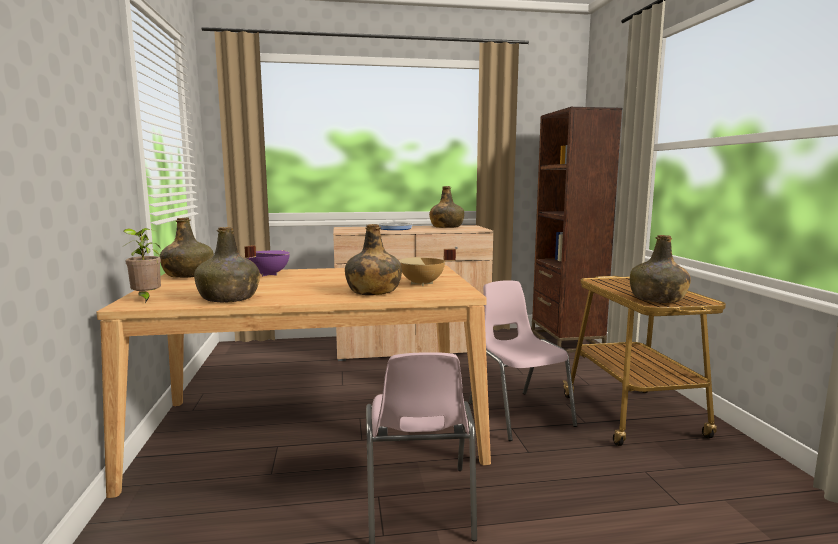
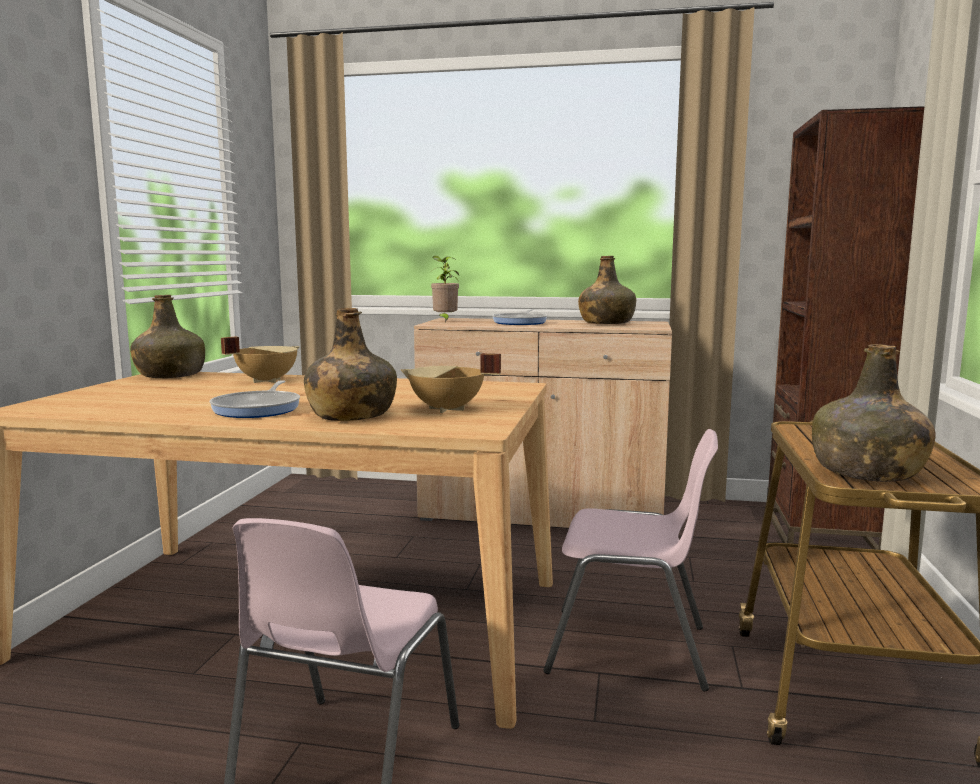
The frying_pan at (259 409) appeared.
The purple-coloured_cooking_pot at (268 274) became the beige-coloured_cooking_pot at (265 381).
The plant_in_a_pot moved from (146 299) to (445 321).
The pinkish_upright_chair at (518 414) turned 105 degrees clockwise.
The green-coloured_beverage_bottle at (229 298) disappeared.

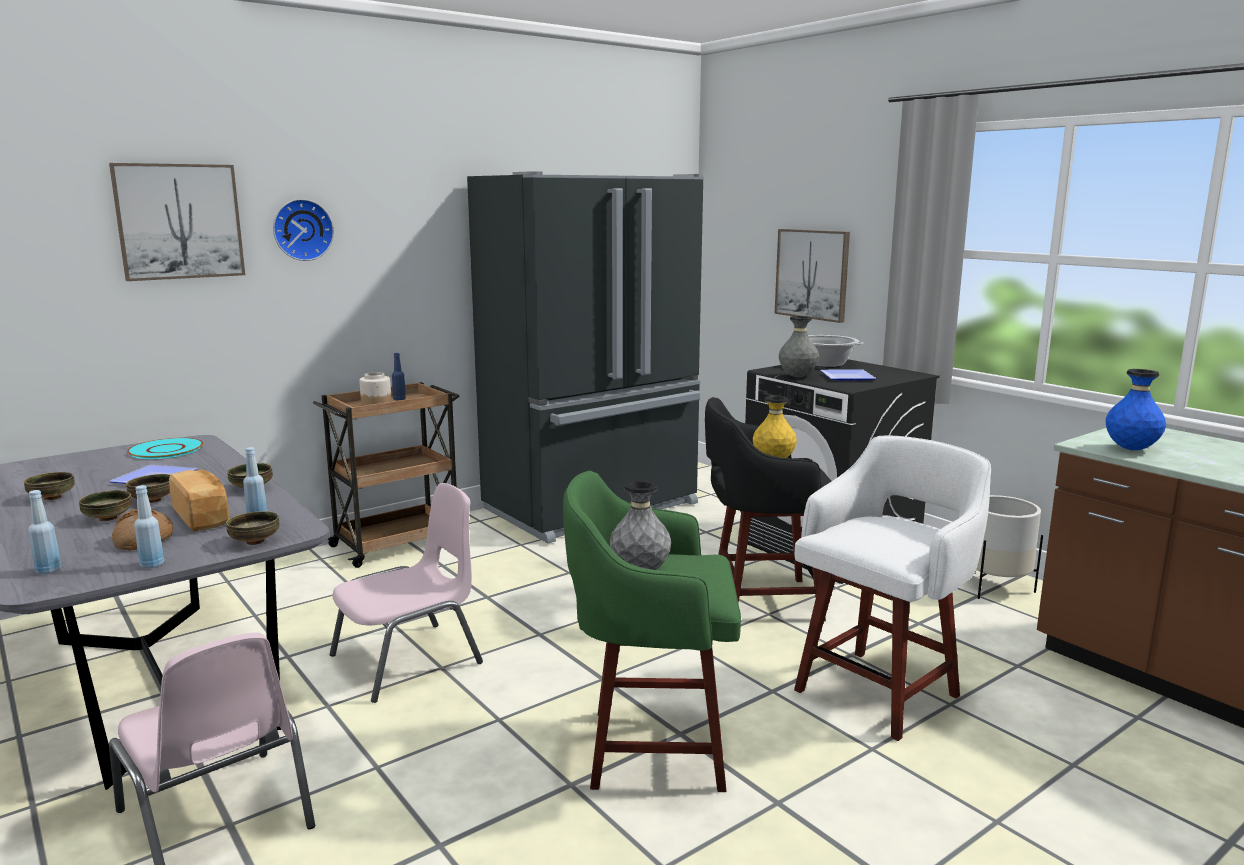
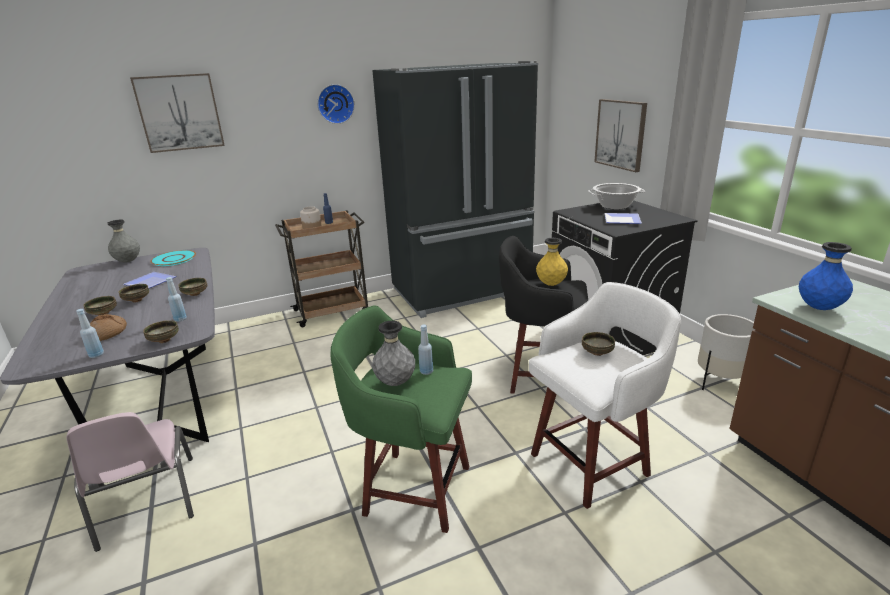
The grey_decorative_vase moved from (797 377) to (128 261).
The clock_on_the_wall moved from (302 229) to (335 104).
The blue-coloured_beverage_bottle moved from (48 571) to (426 371).
The serving_bowl moved from (51 498) to (597 353).
The baked_bread at (203 517) disappeared.
The pinkish_upright_chair at (409 660) disappeared.

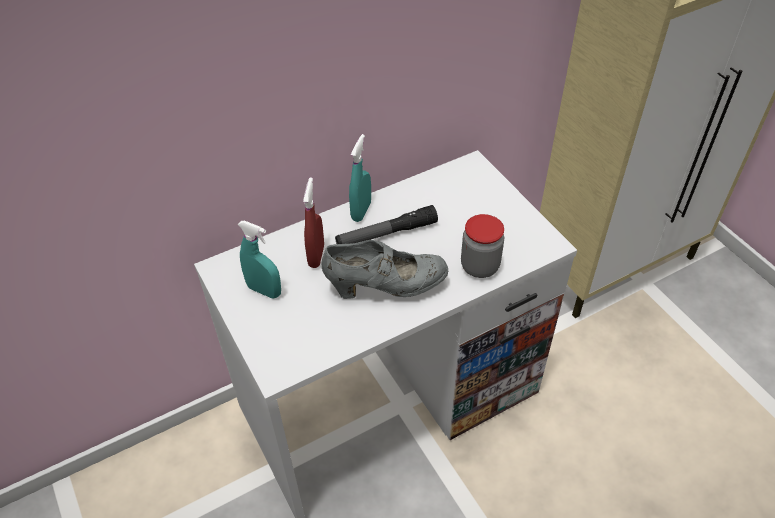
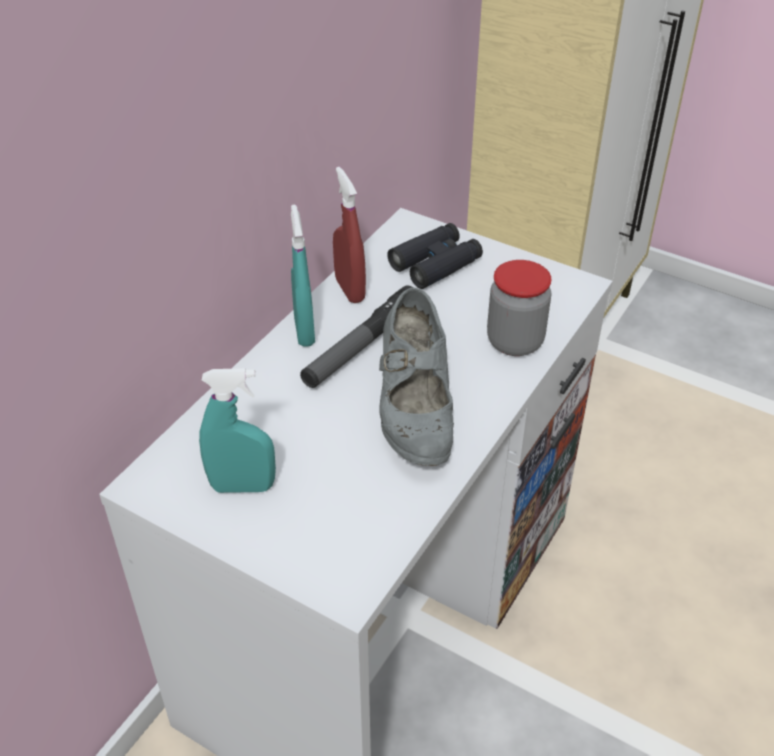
The red_sprayer moved from (316 256) to (350 290).
The grey_low_shoe at (386 287) turned 120 degrees clockwise.
The black-coloured_binoculars at (435 264) appeared.

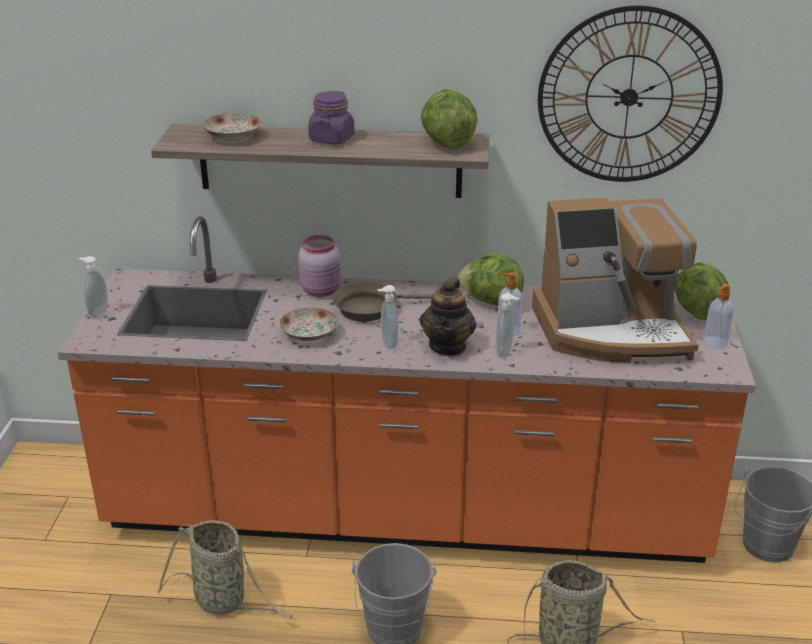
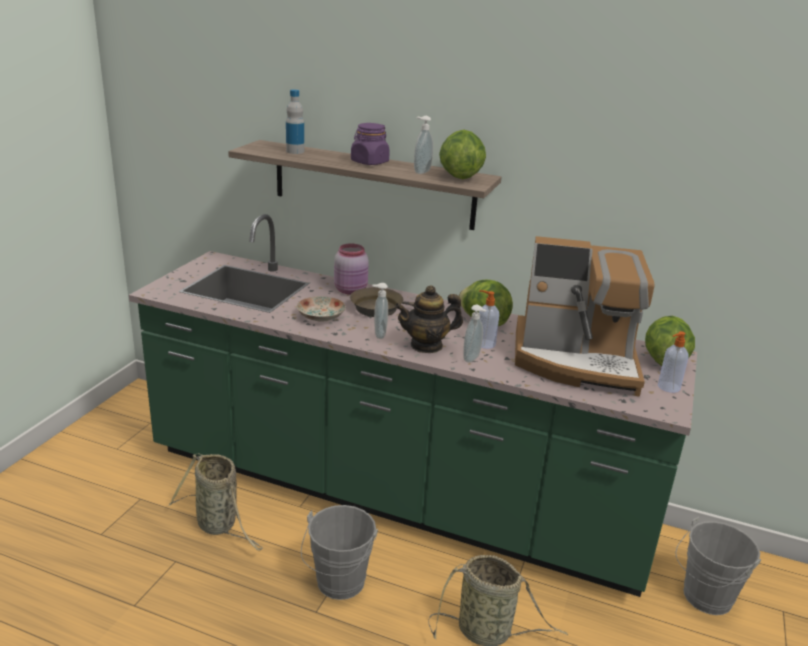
The orangey_kitchen_counter at (406 515) became the green-coloured_kitchen_counter at (393 494).
The flat_dish at (232 137) was replaced by the beverage_bottle at (295 151).
The pot_for_tea at (448 346) turned 45 degrees clockwise.
The soap_dispenser moved from (97 312) to (421 172).
The clock_on_the_wall at (629 97) disappeared.

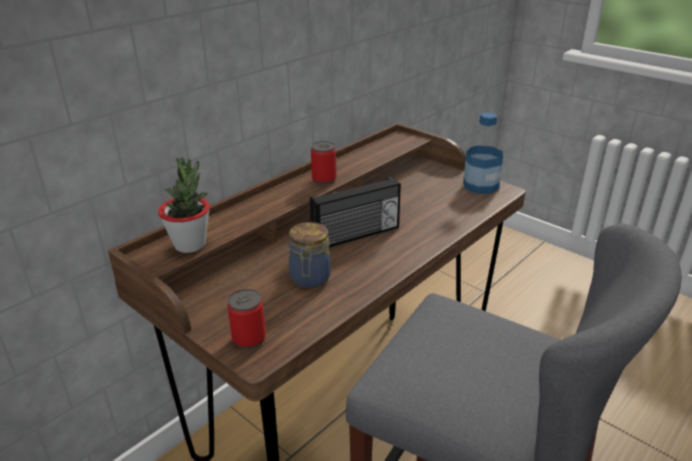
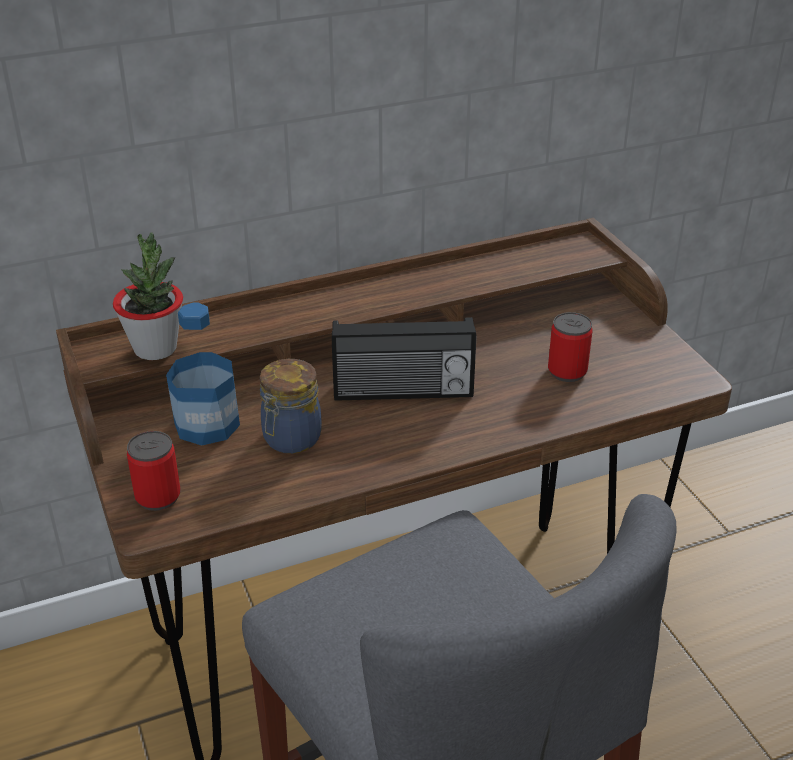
The beverage_bottle moved from (480 185) to (207 424).
The can moved from (324 179) to (567 371).

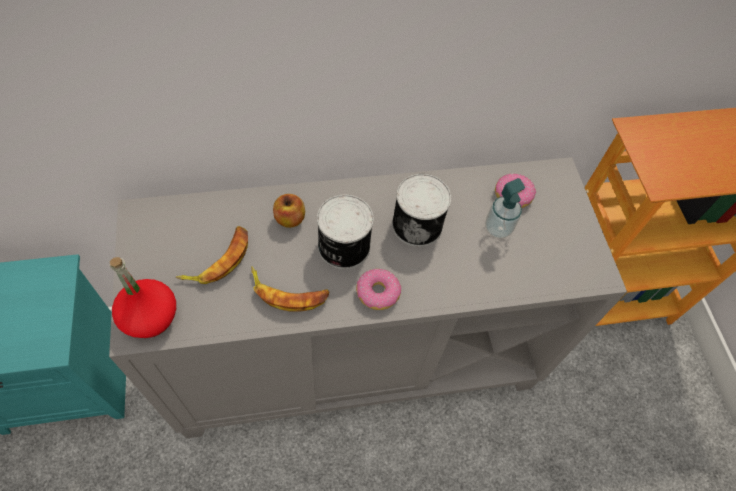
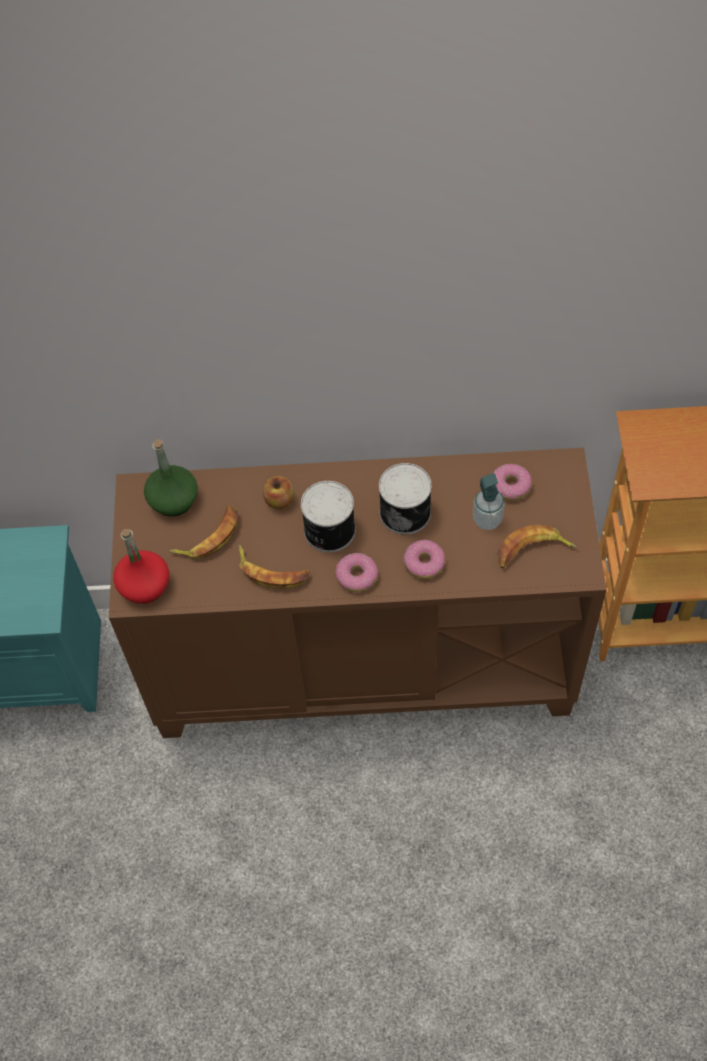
The grey_cabinet at (356 355) became the brown-coloured_cabinet at (363 662).
The green-coloured_beverage_bottle at (173 500) appeared.
The doughnut at (424 563) appeared.
The banana at (532 551) appeared.

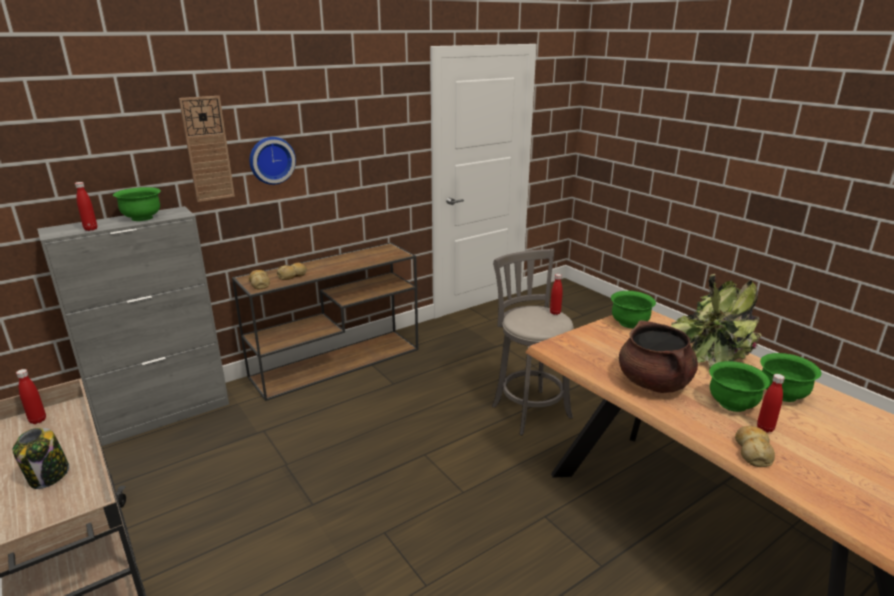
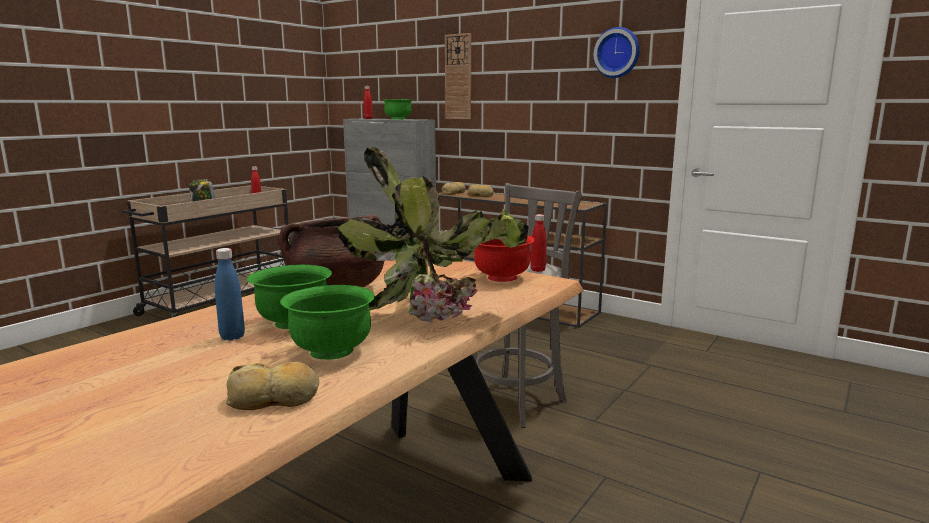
The red_beverage_bottle at (765 428) became the blue-coloured_beverage_bottle at (232 337).
The baked_bread moved from (753 451) to (274 399).
The green-coloured_serving_bowl at (629 324) became the red_serving_bowl at (501 277).
The clock_on_the_wall moved from (271 160) to (617 53).

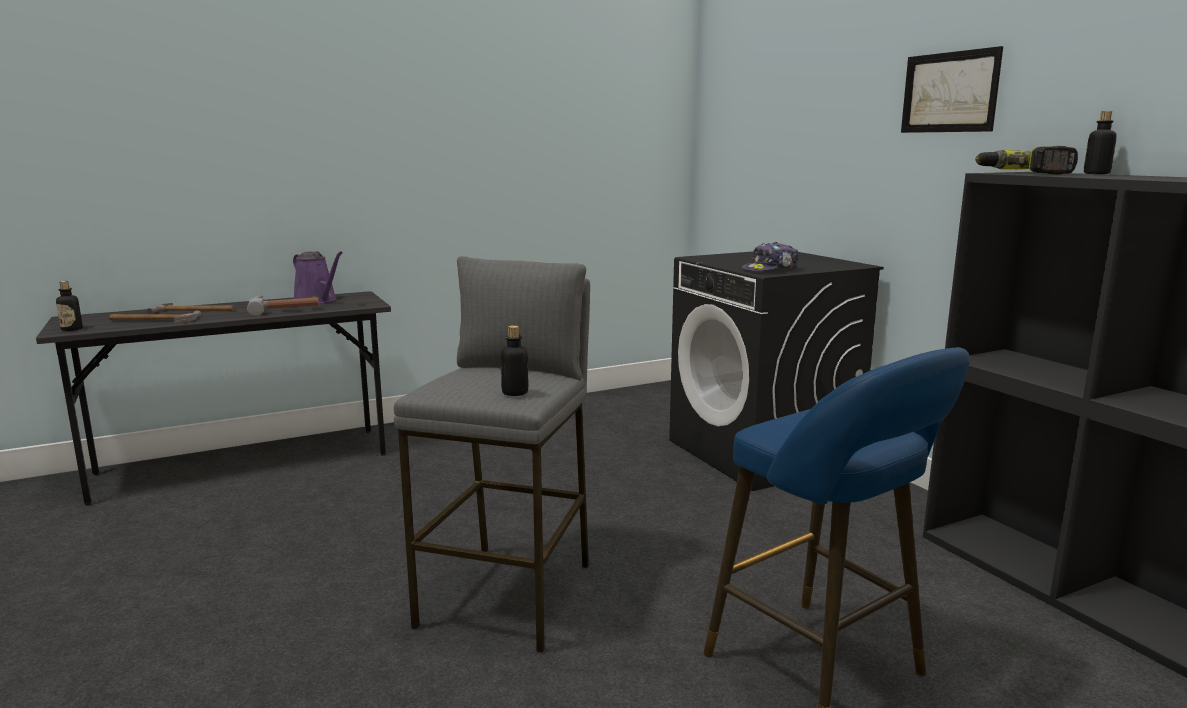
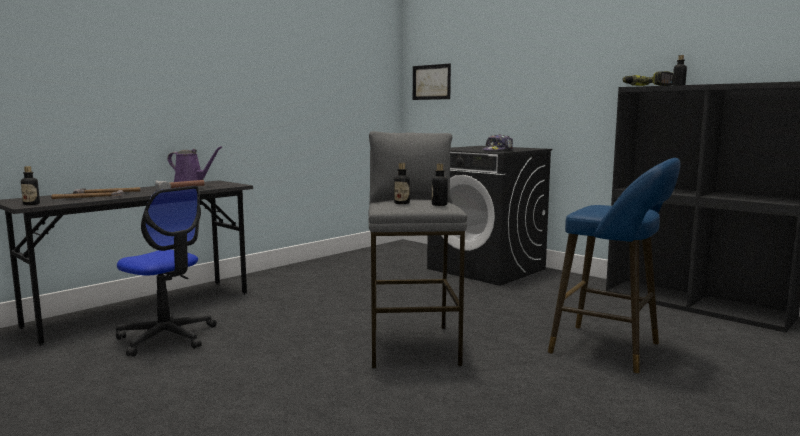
The office_chair at (167 337) appeared.
The beverage_bottle at (401 203) appeared.
The wall_art moved from (949 92) to (431 82).

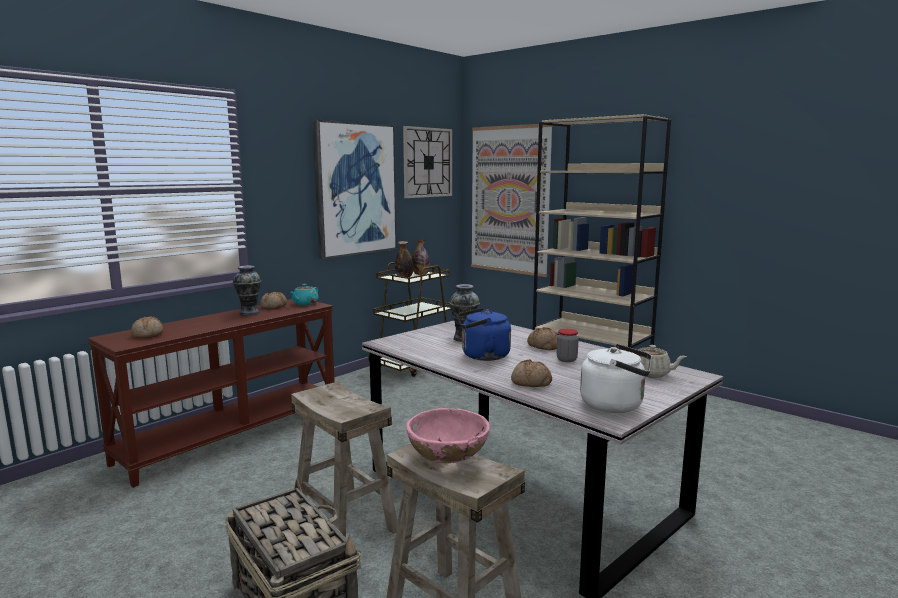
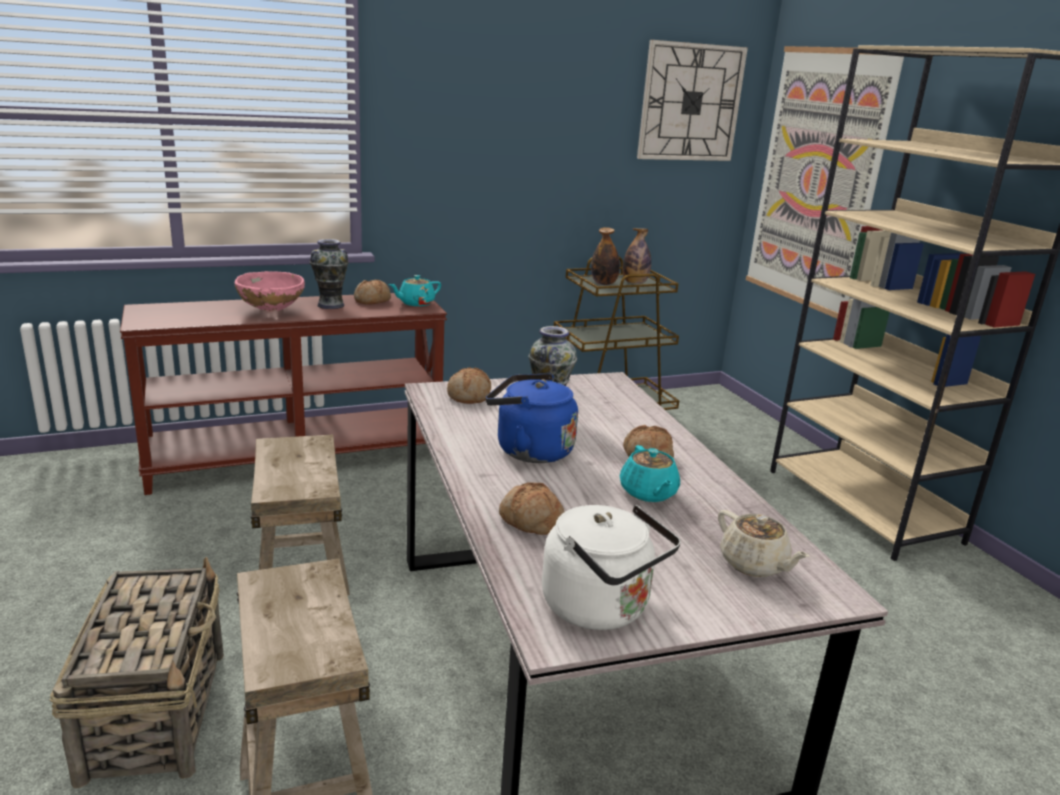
The pinkish_serving_bowl moved from (448 461) to (271 311).
The baked_bread moved from (148 334) to (470 395).
The preserve_jar at (566 359) was replaced by the turquoise_pot_for_tea at (648 493).
The wall_art at (355 189) disappeared.

